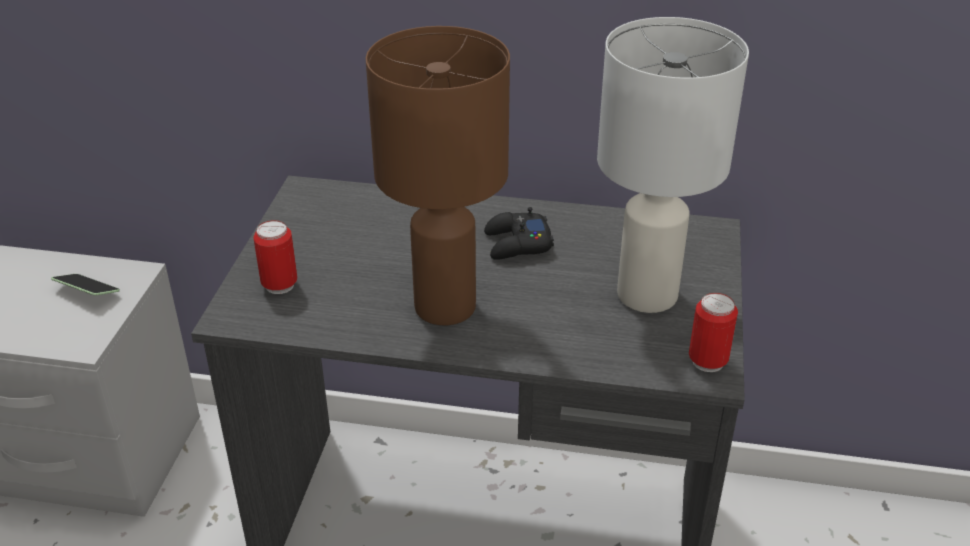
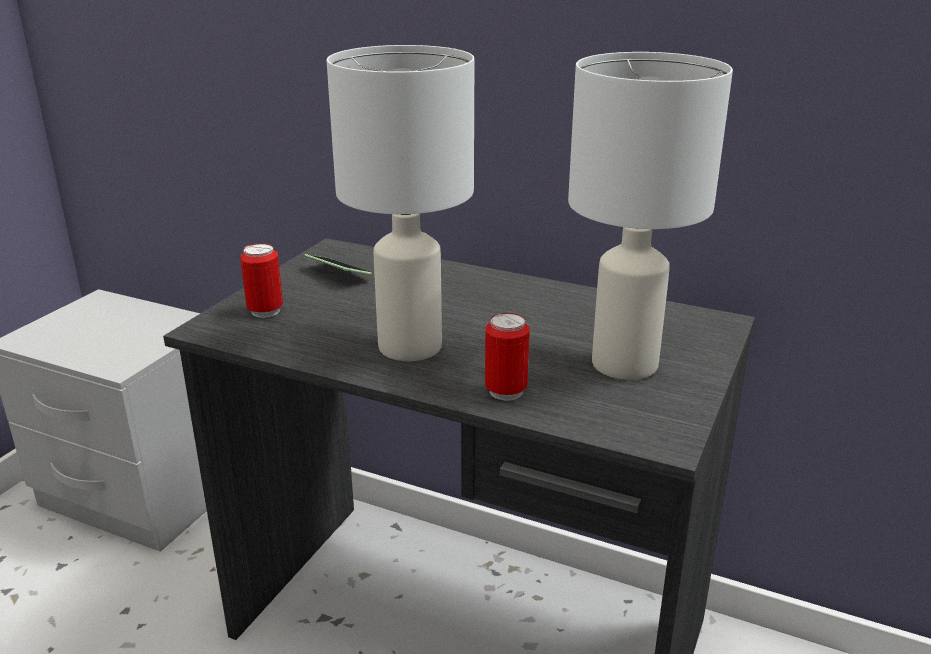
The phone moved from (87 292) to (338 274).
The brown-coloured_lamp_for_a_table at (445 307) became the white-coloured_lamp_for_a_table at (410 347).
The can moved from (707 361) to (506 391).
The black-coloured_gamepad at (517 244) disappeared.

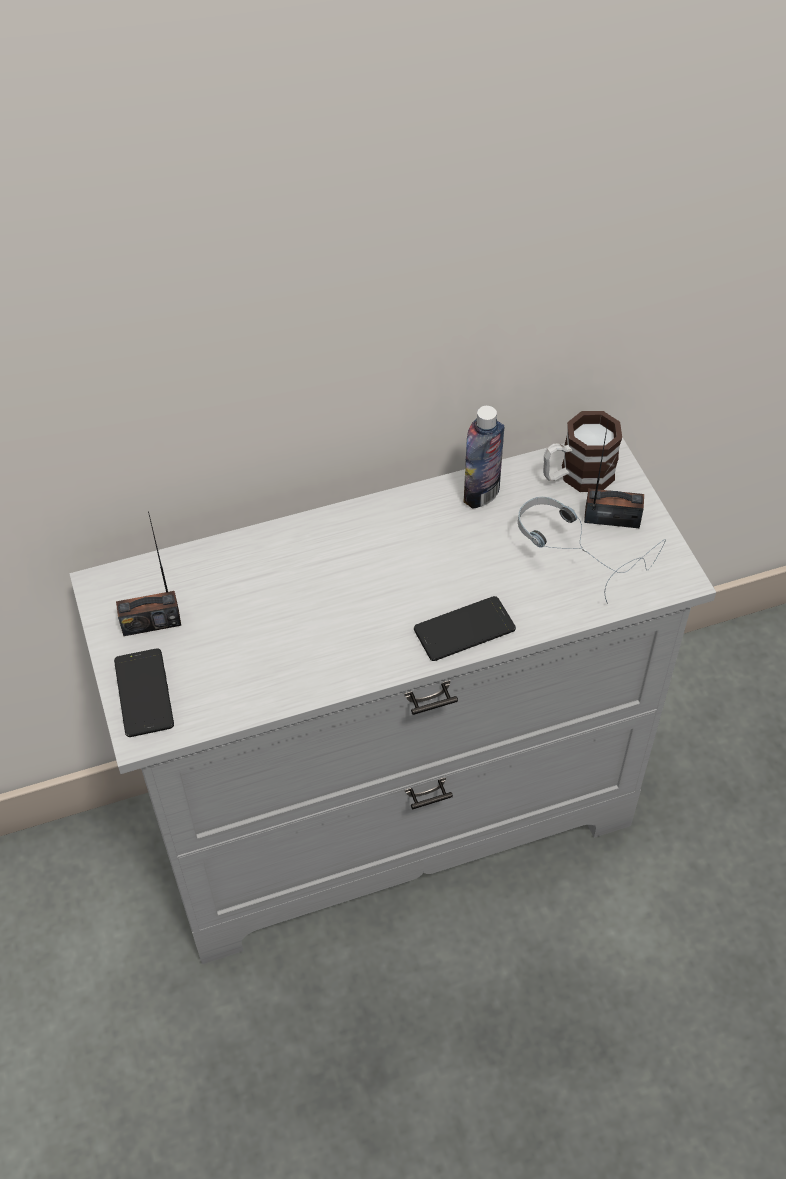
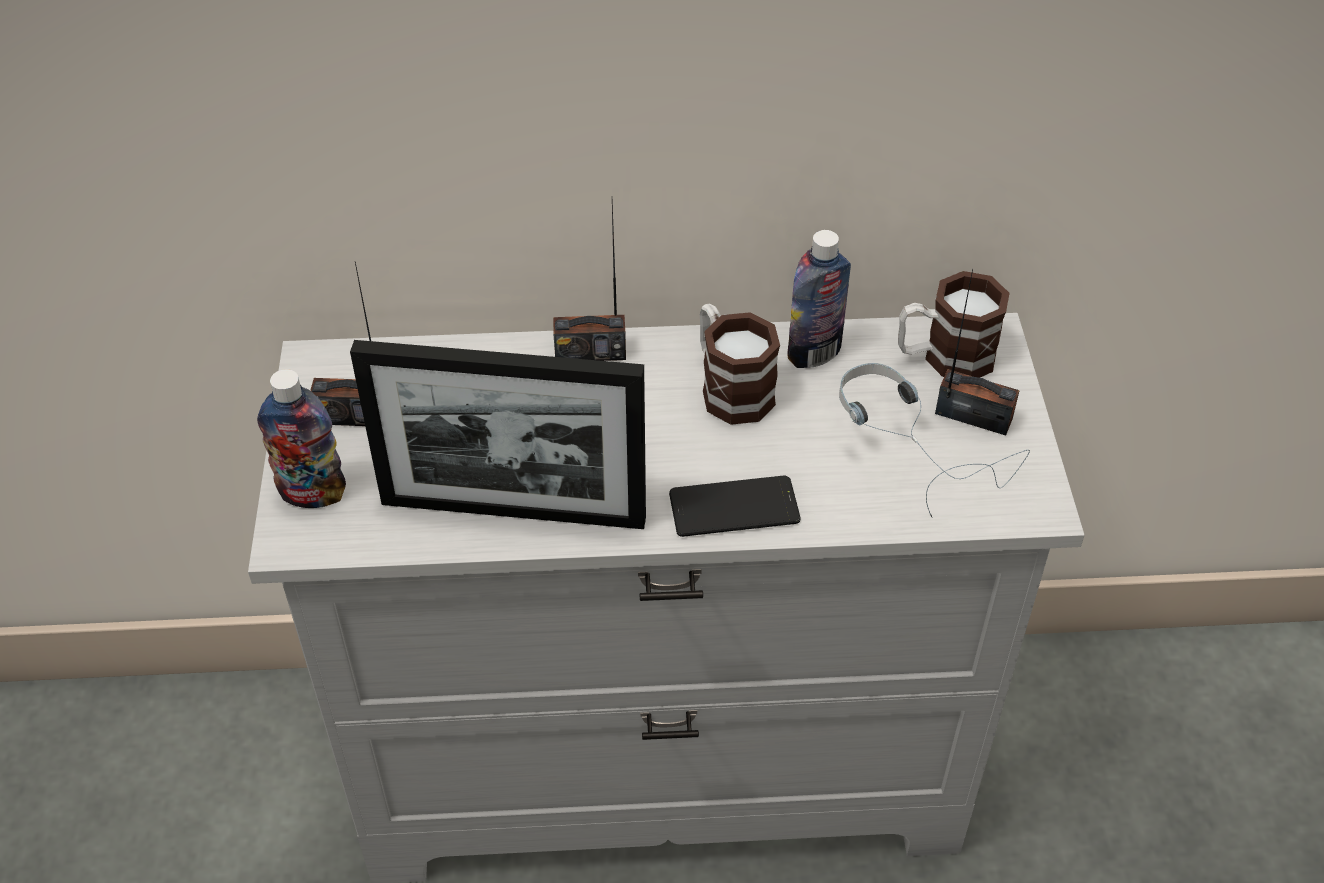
The phone at (144 693) was replaced by the beverage_bottle at (313 494).
The photo_frame at (513 511) appeared.
The radio_set at (590 352) appeared.
The tea_mug at (730 387) appeared.

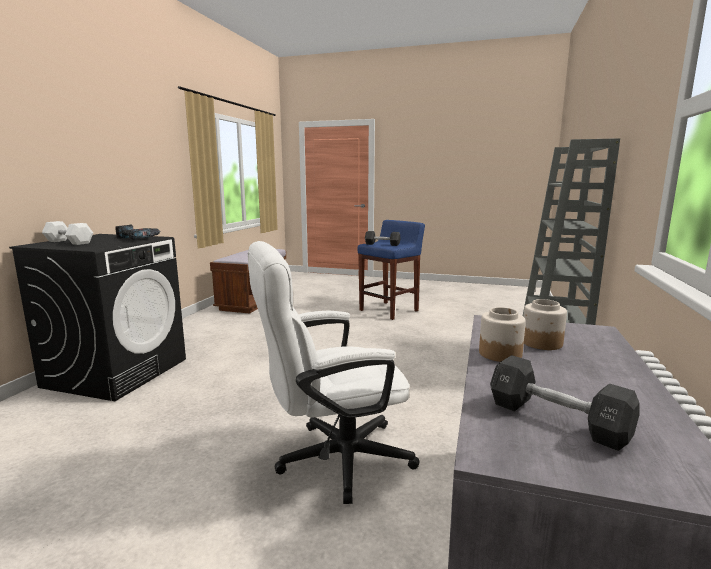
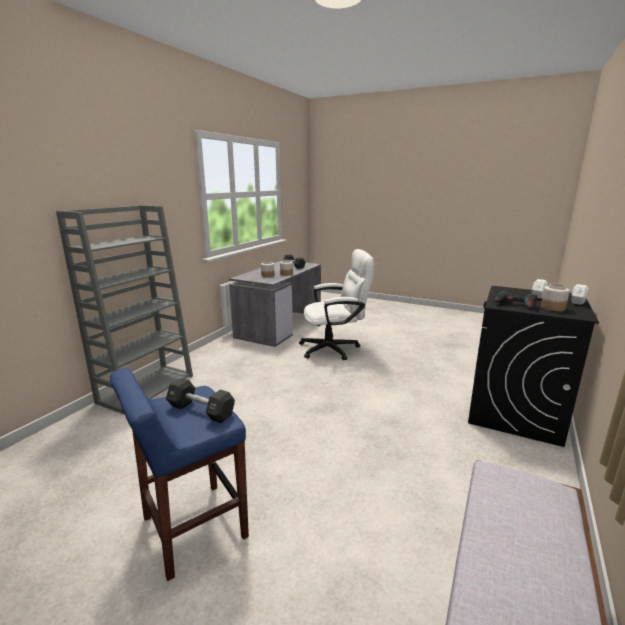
The preserve_jar at (552 308) appeared.

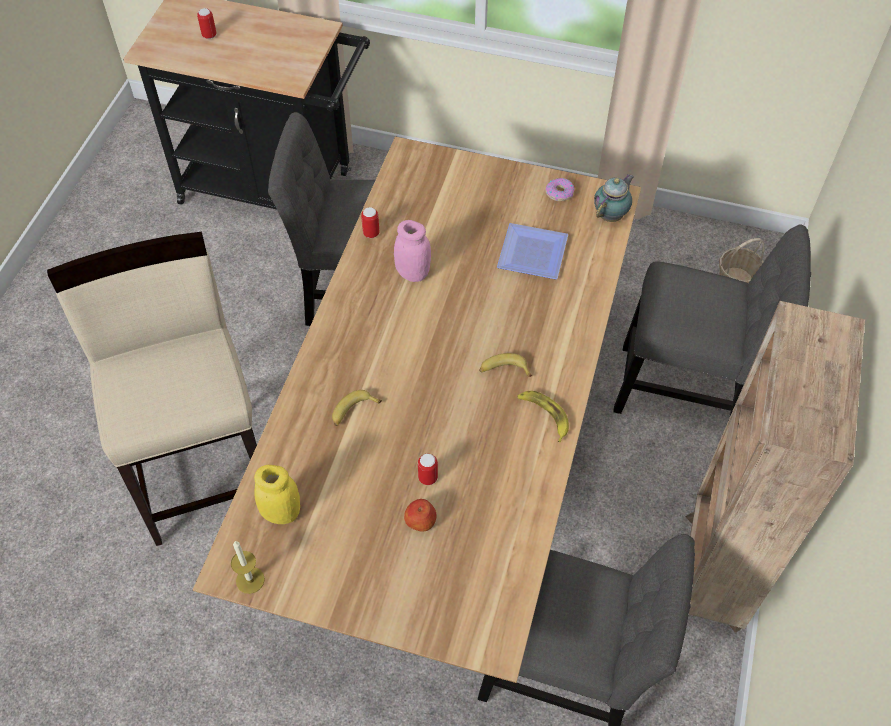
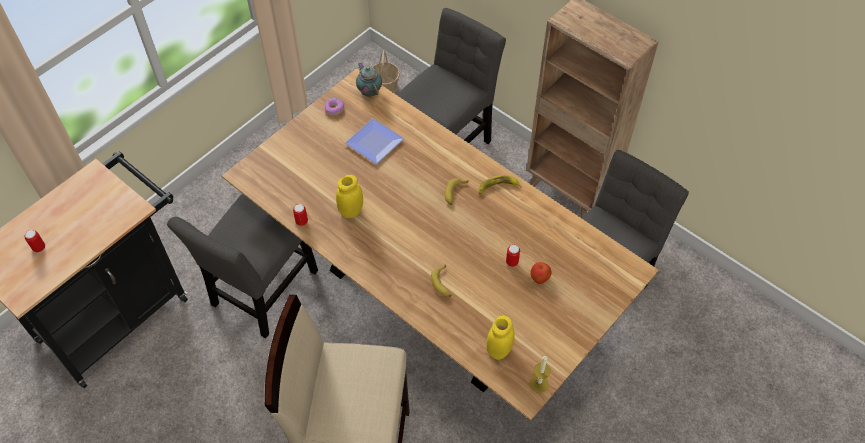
The pinkish_preserve_jar at (413 273) became the yellow-coloured_preserve_jar at (351 211).

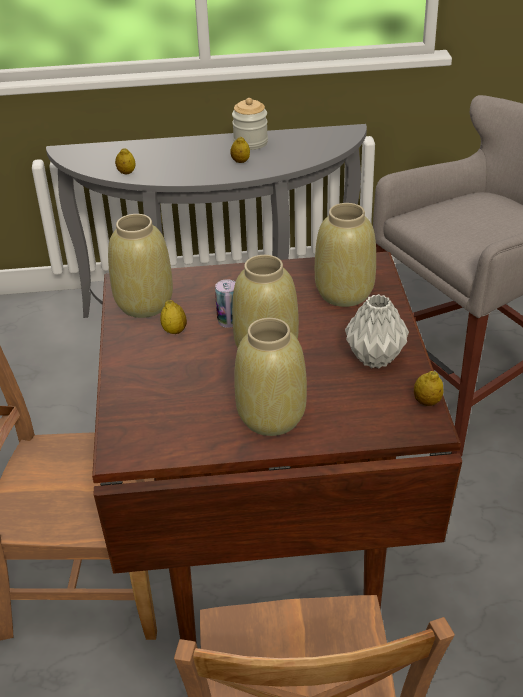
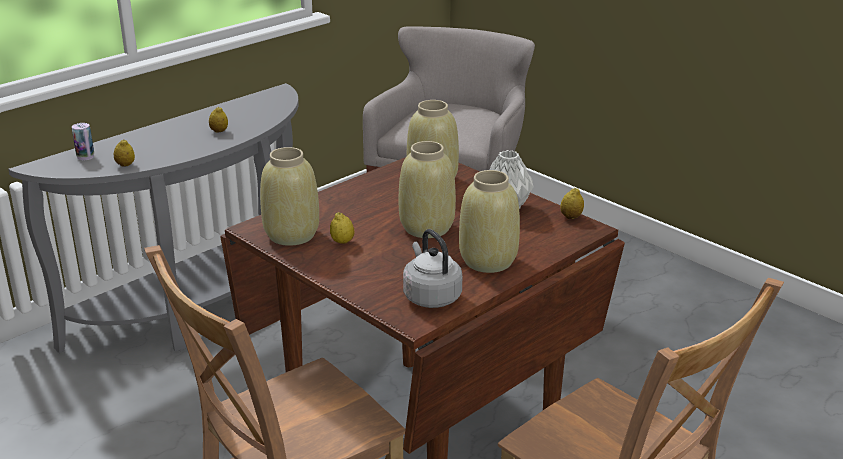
The can moved from (228 321) to (85 157).
The grey_tea_kettle at (430 296) appeared.
The preserve_jar at (250 142) disappeared.

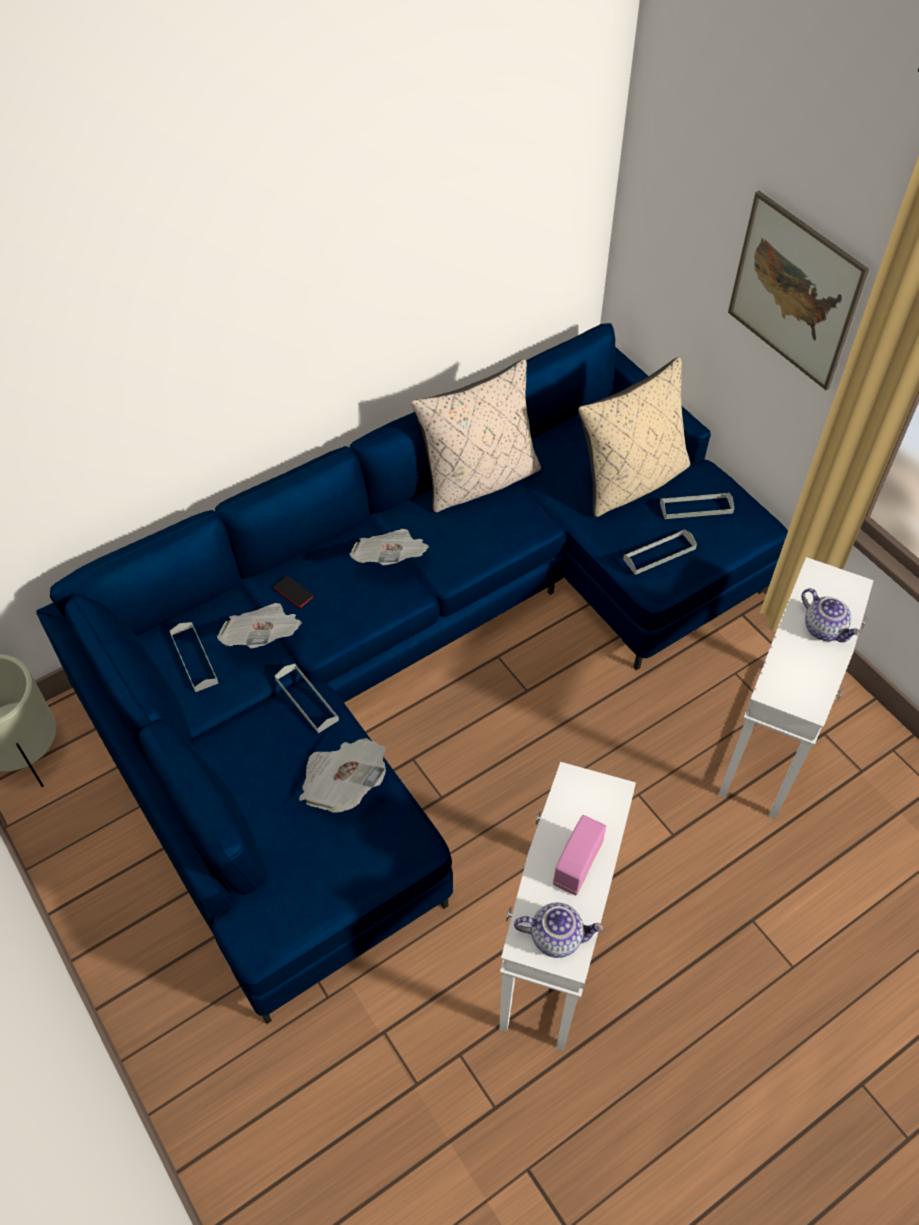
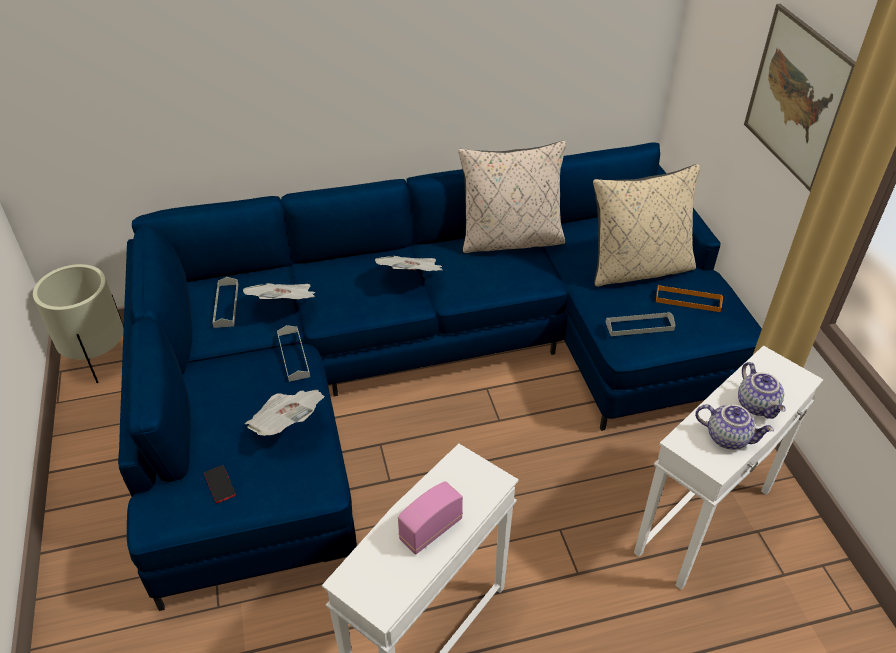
The phone moved from (293 592) to (220 484).
The grey_tray at (696 508) became the orangey_tray at (688 300).
The pot_for_tea moved from (556 936) to (728 437).

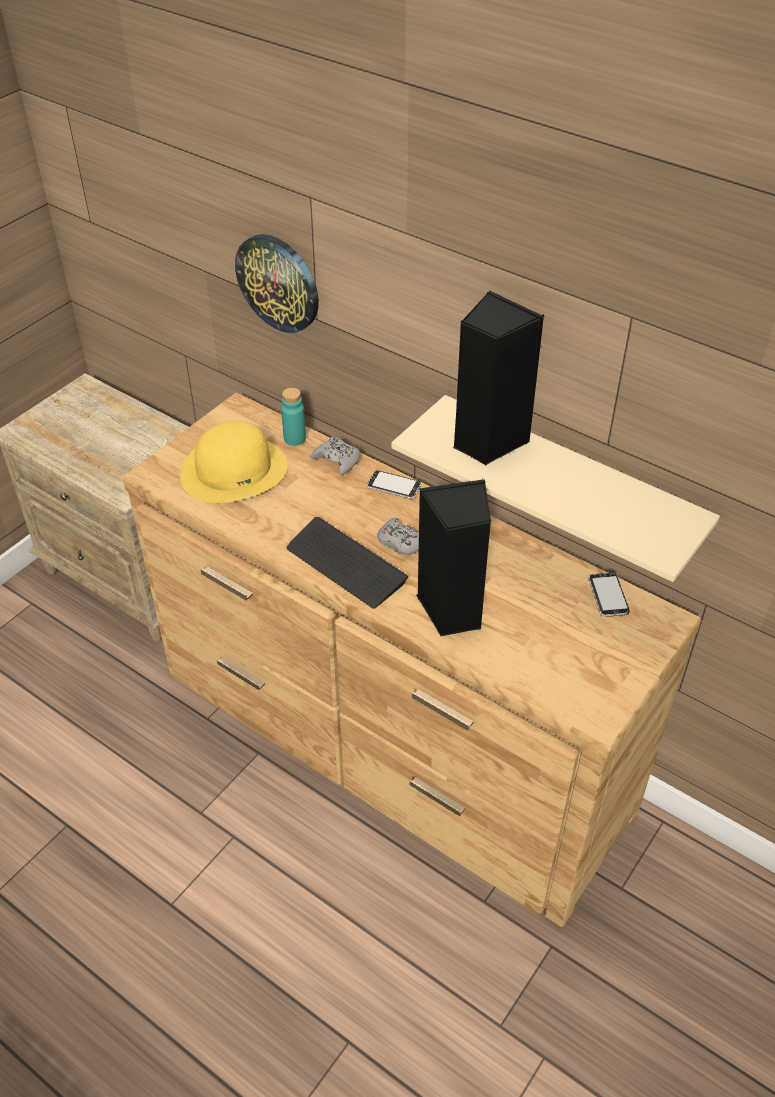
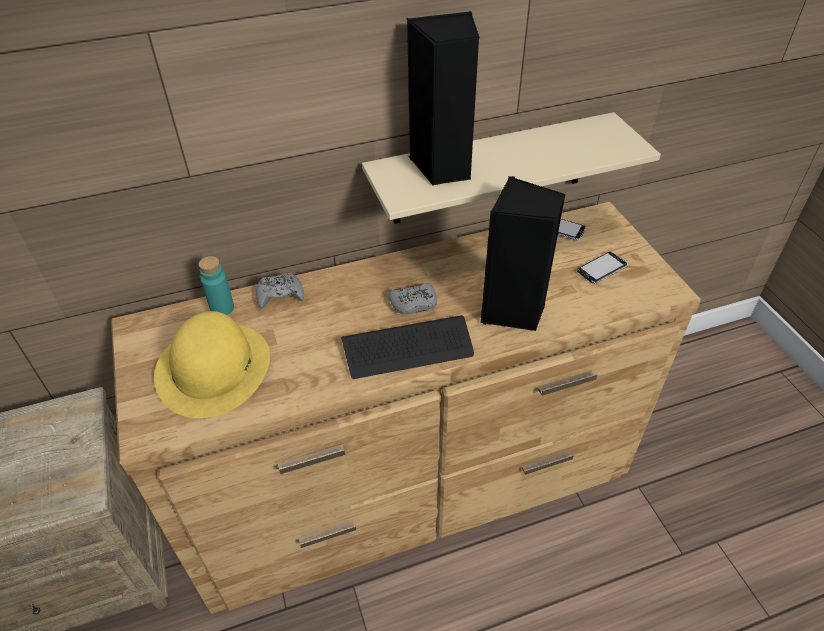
The phone moved from (394 486) to (602 269).
The clock_on_the_wall at (278 282) disappeared.

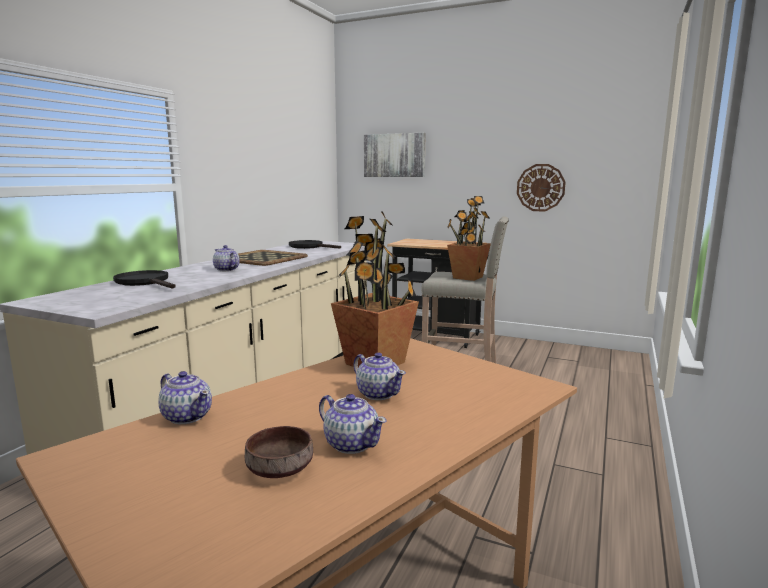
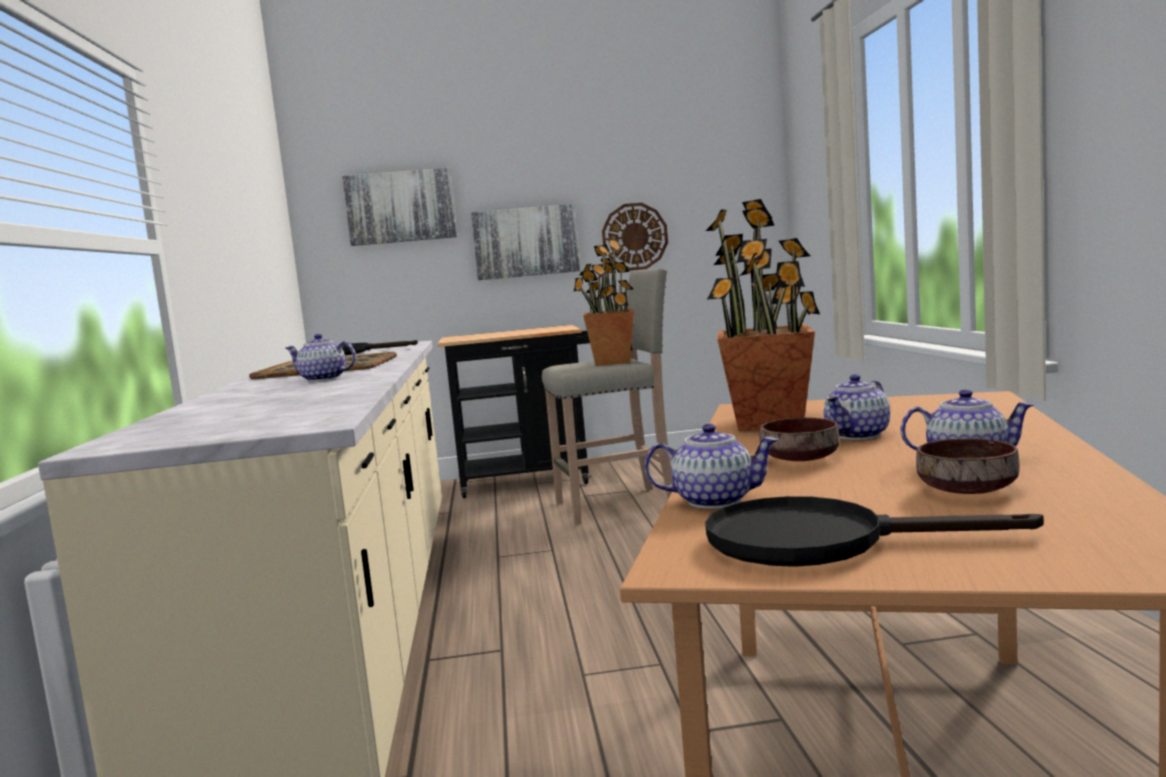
The wall_art at (526 242) appeared.
The black-coloured_frying_pan moved from (145 282) to (820 541).
The brown-coloured_serving_bowl at (802 459) appeared.
The pot_for_tea at (378 393) turned 120 degrees clockwise.

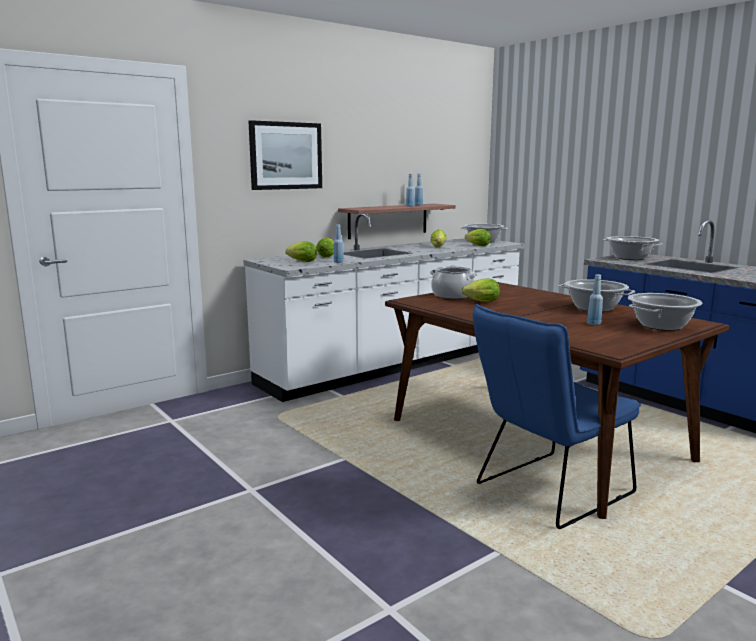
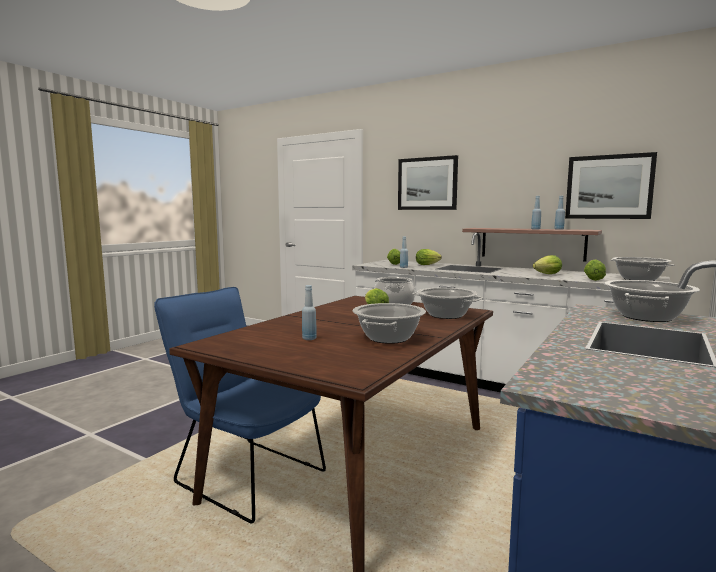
The cooking_pot moved from (661 326) to (445 315).
The wall_art at (609 187) appeared.

